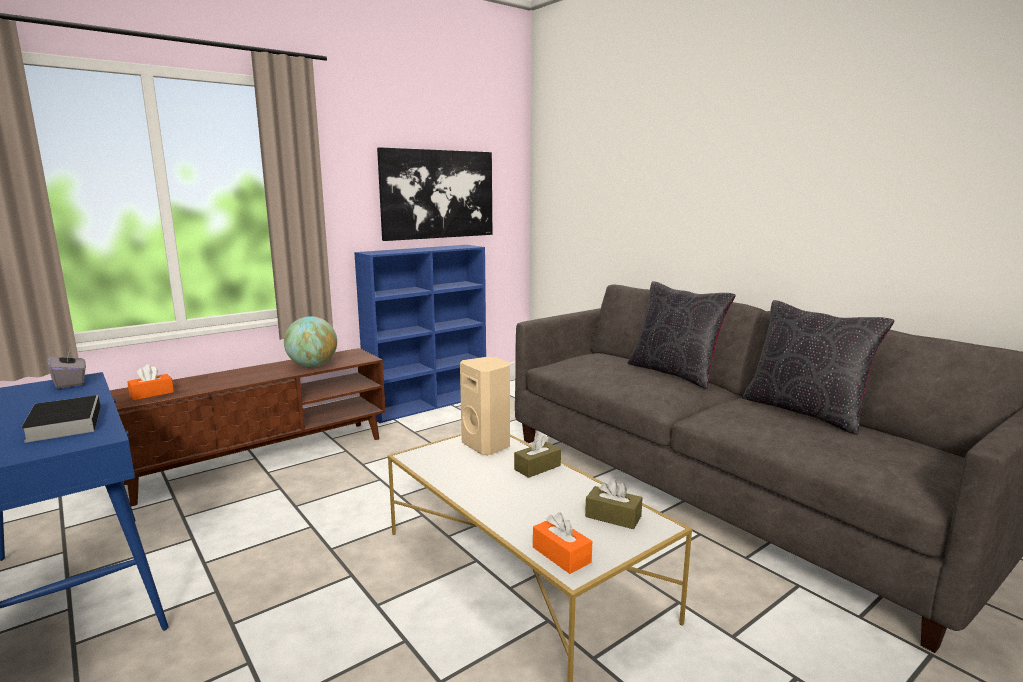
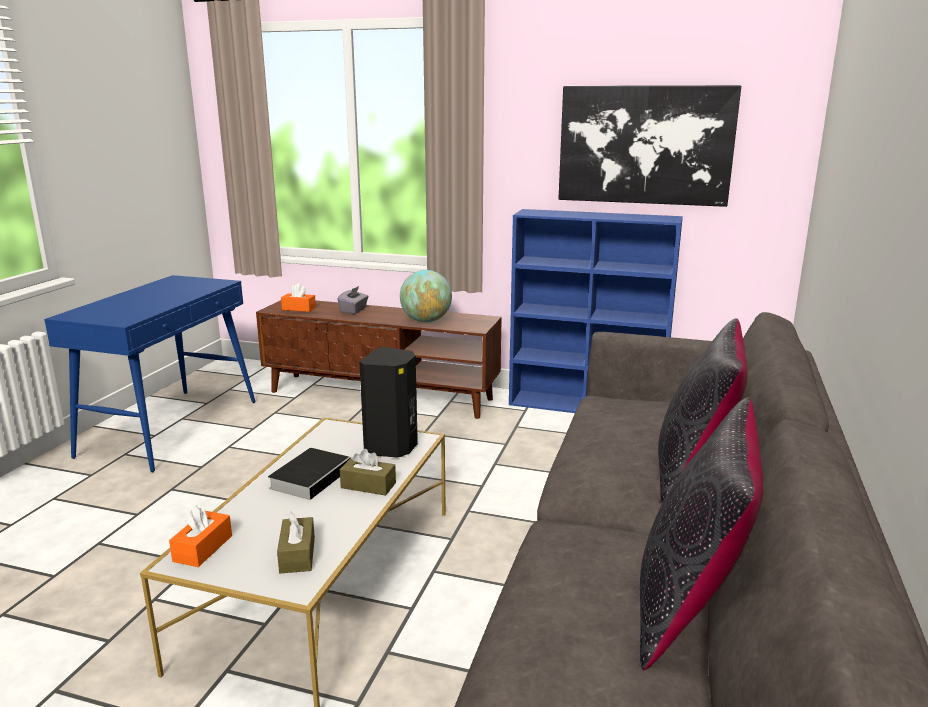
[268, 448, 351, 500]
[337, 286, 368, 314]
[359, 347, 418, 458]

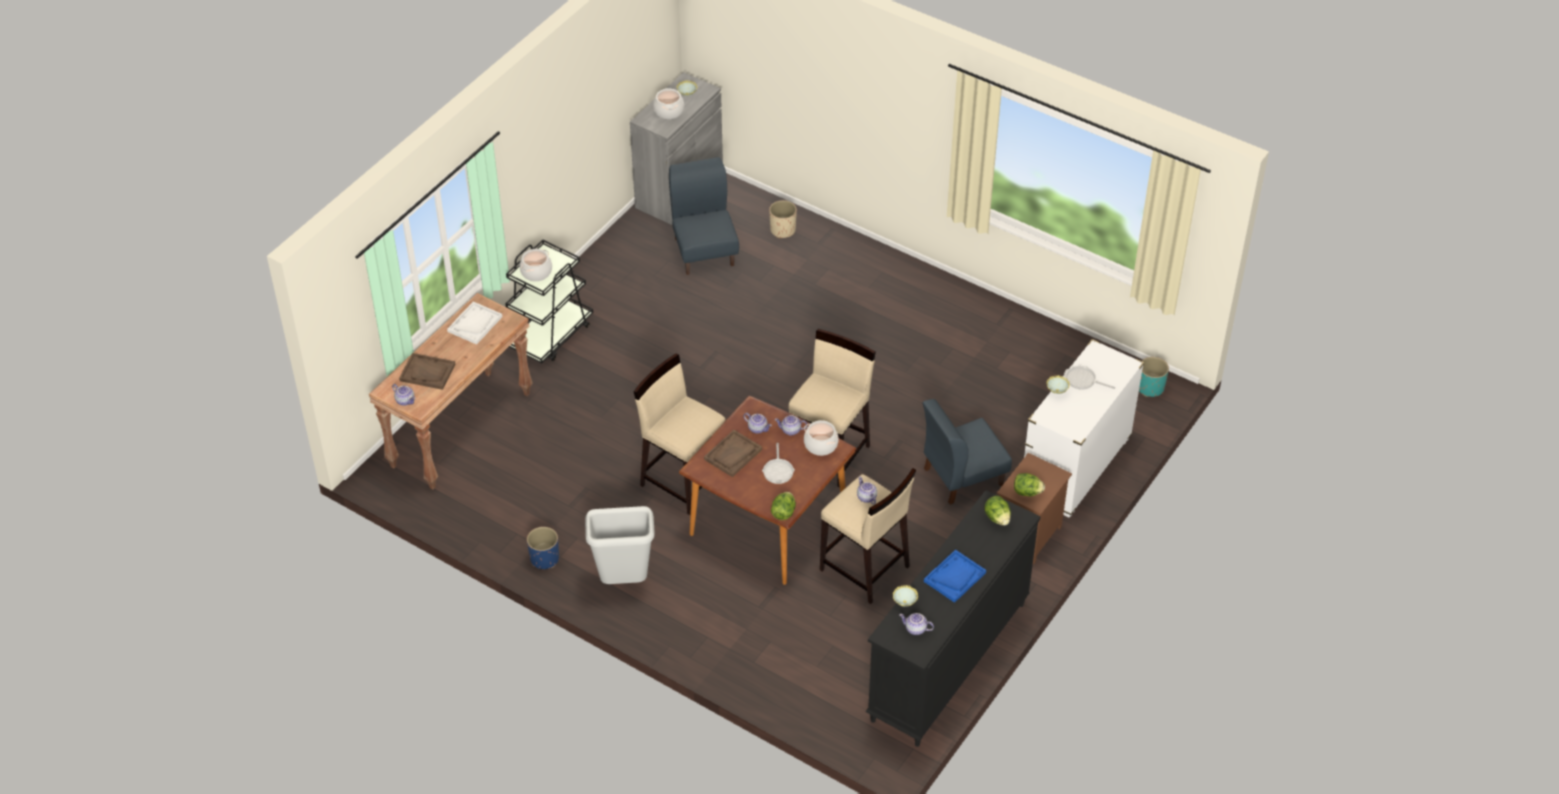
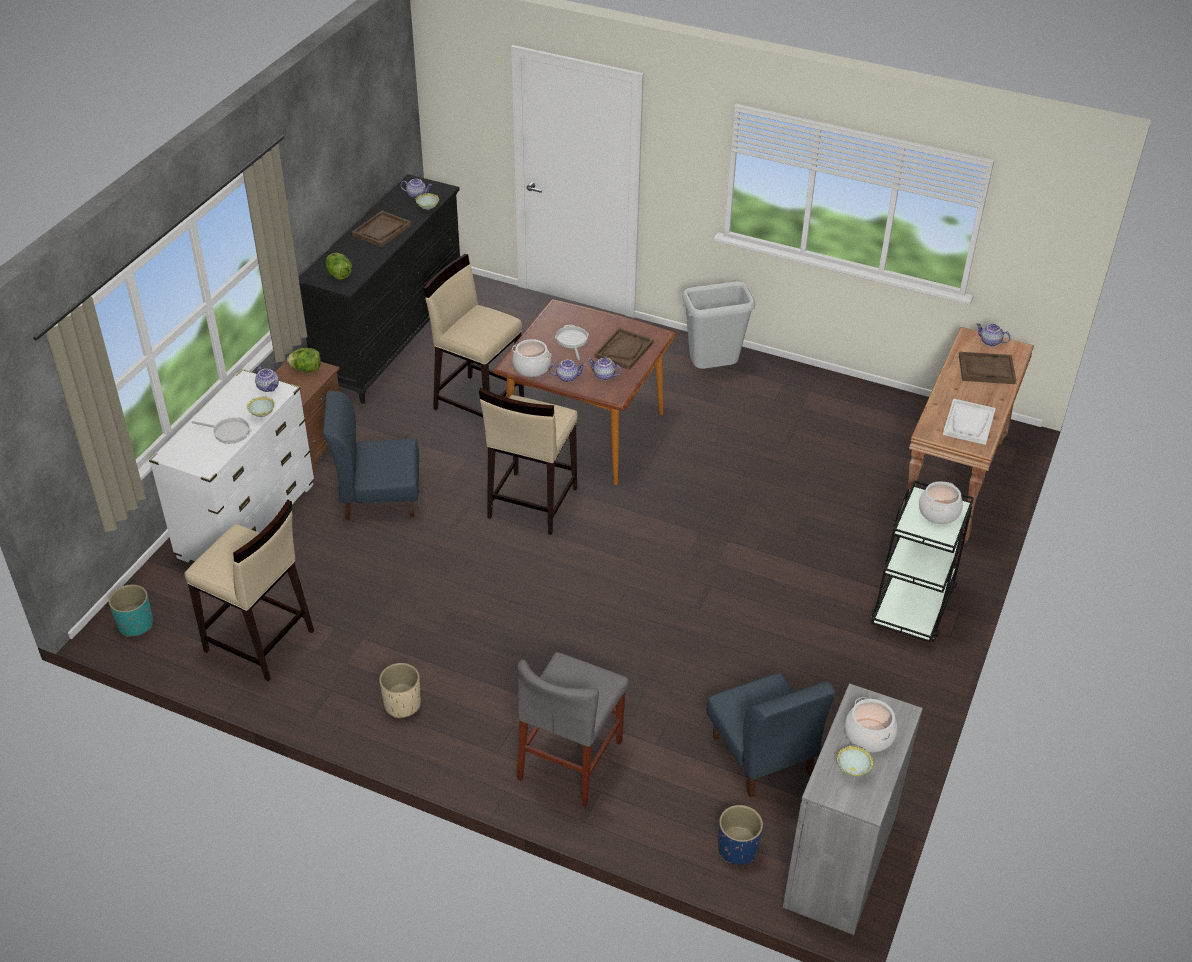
[184, 499, 314, 681]
[255, 366, 279, 392]
[323, 391, 419, 520]
[352, 211, 411, 247]
[379, 663, 421, 718]
[517, 652, 629, 807]
[718, 805, 763, 865]
[771, 492, 796, 520] (first image)

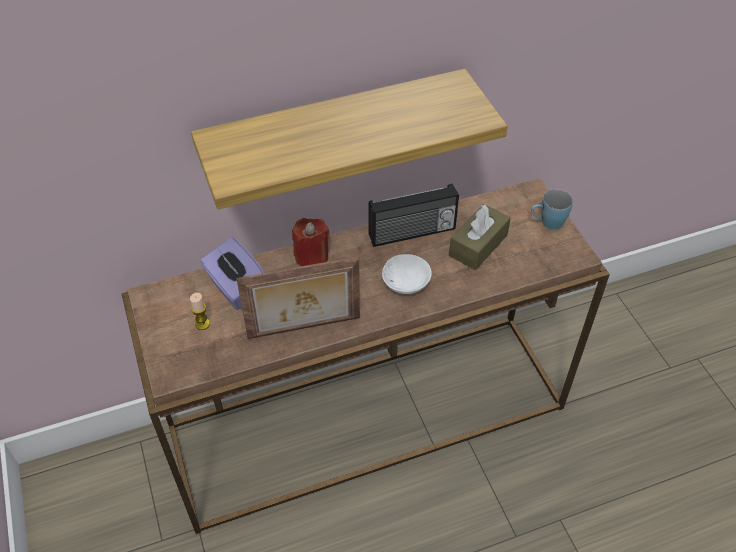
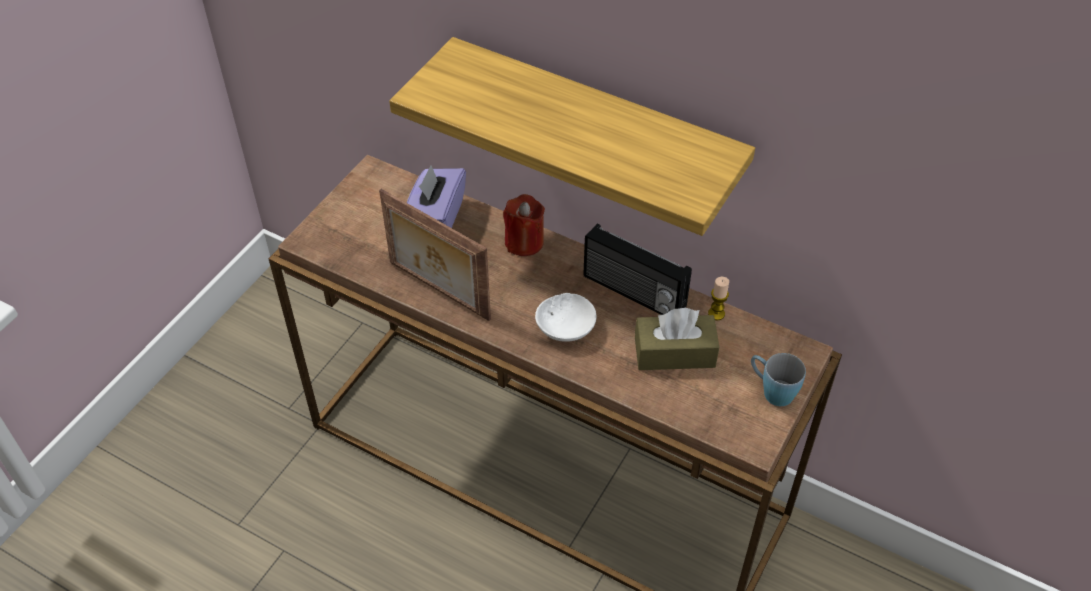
[708, 277, 729, 320]

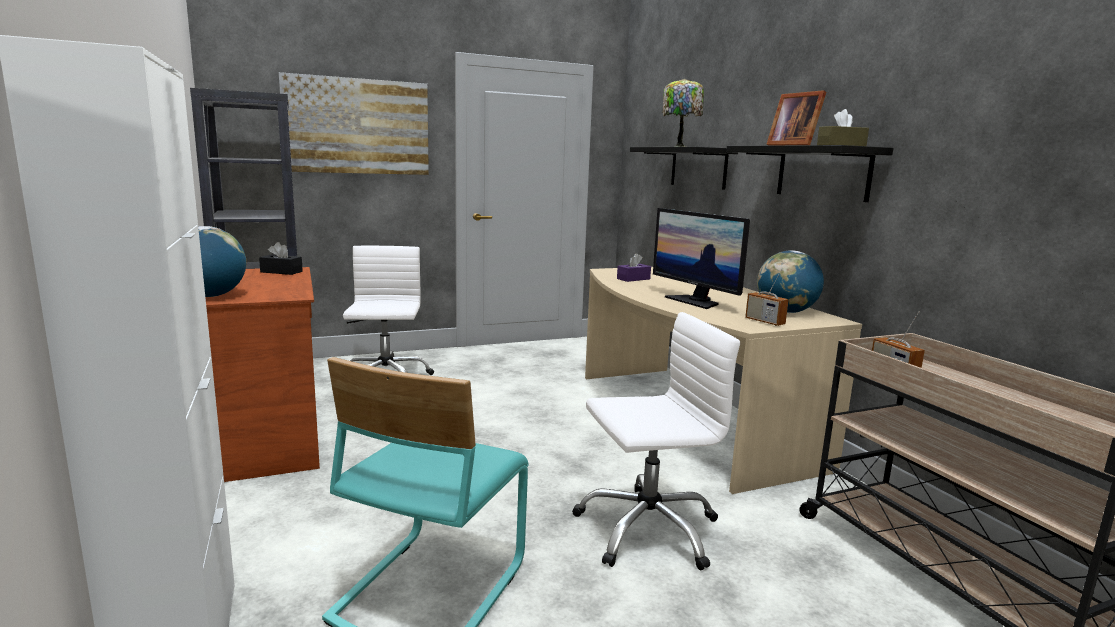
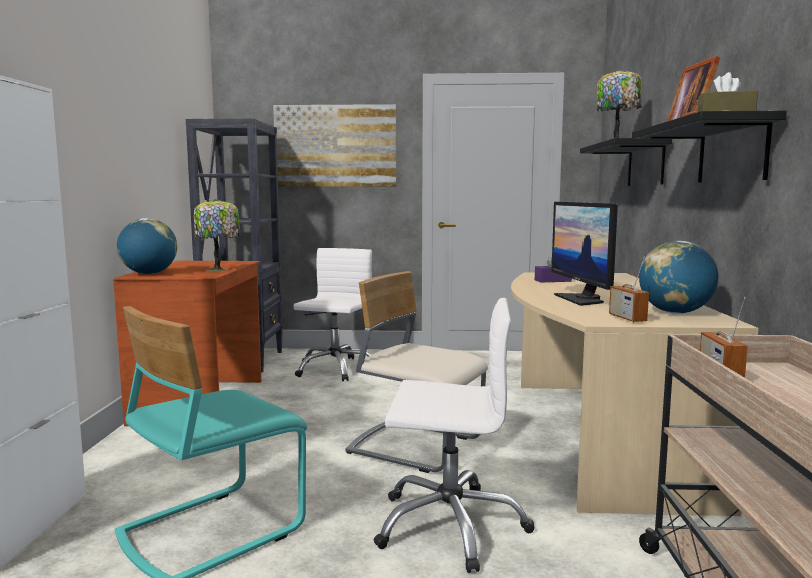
[194, 199, 241, 272]
[346, 271, 488, 473]
[259, 242, 303, 275] (first image)

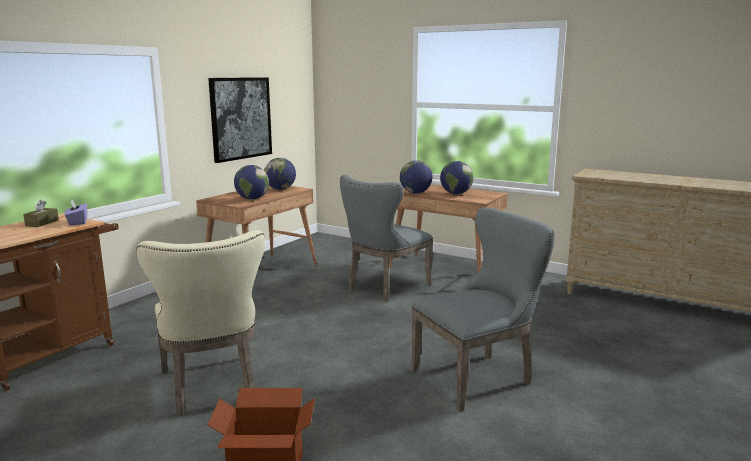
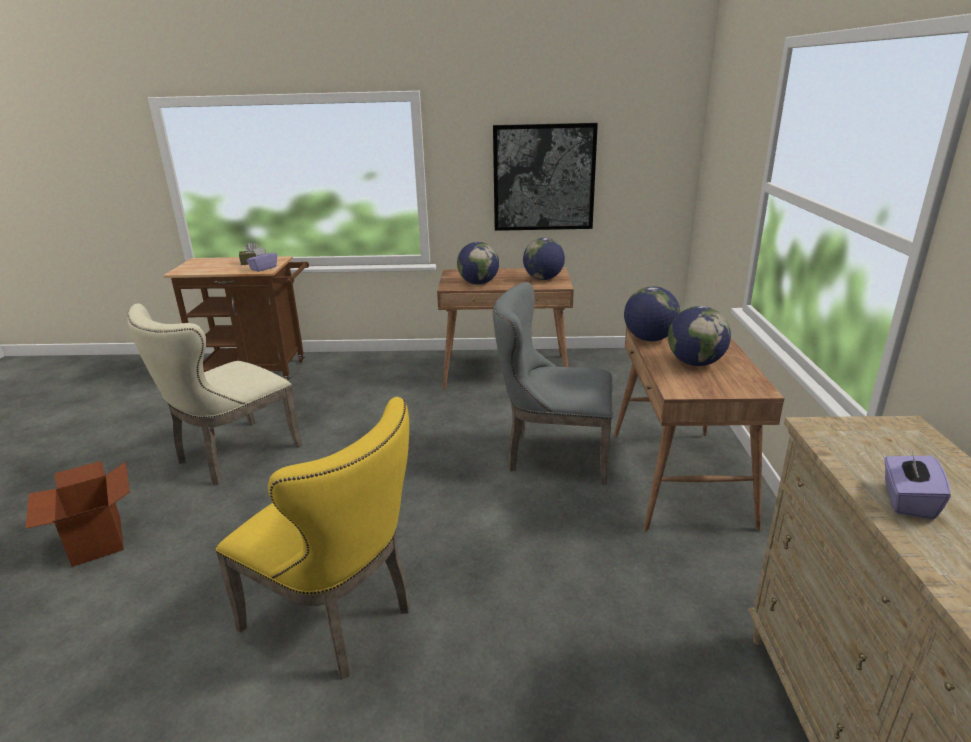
[216, 397, 410, 679]
[884, 446, 951, 520]

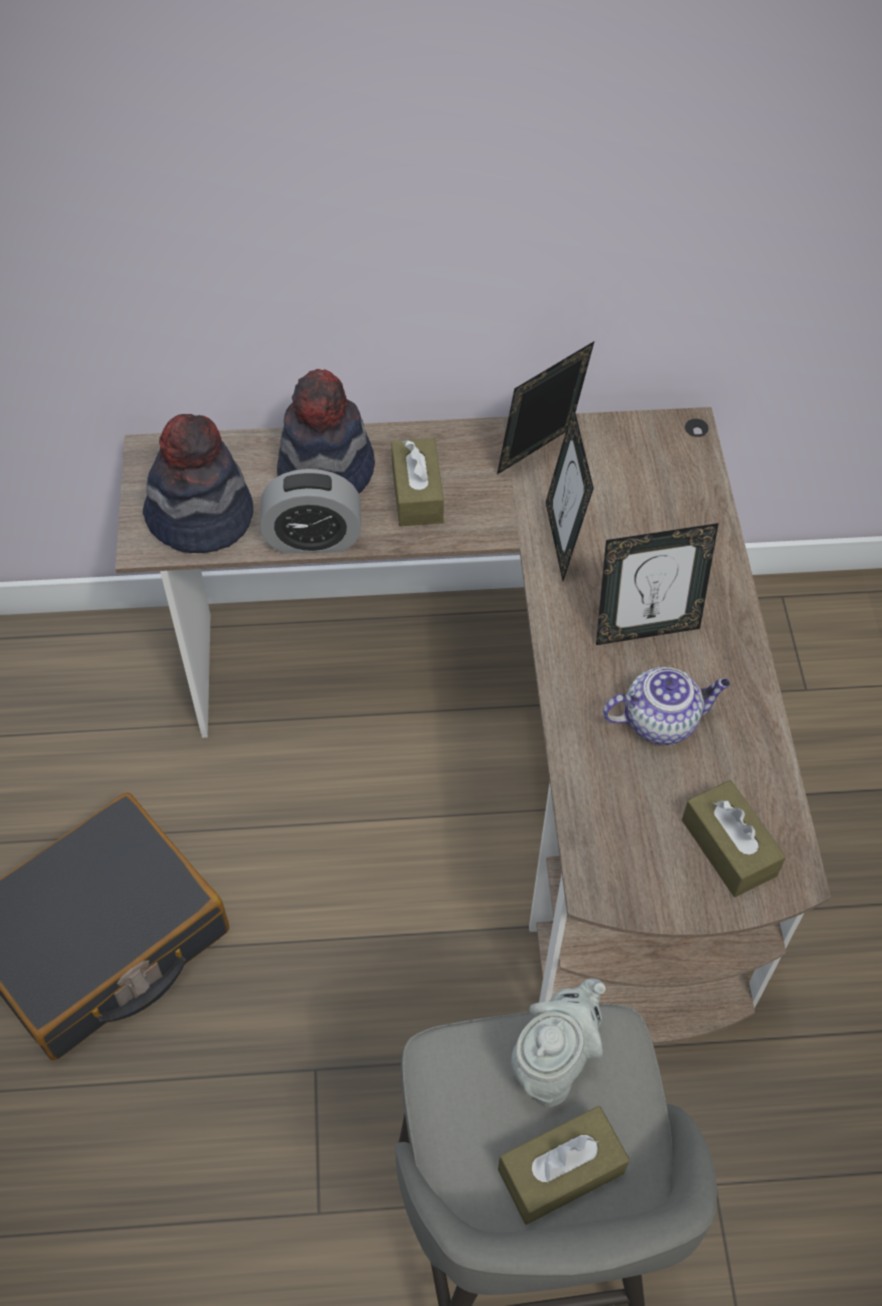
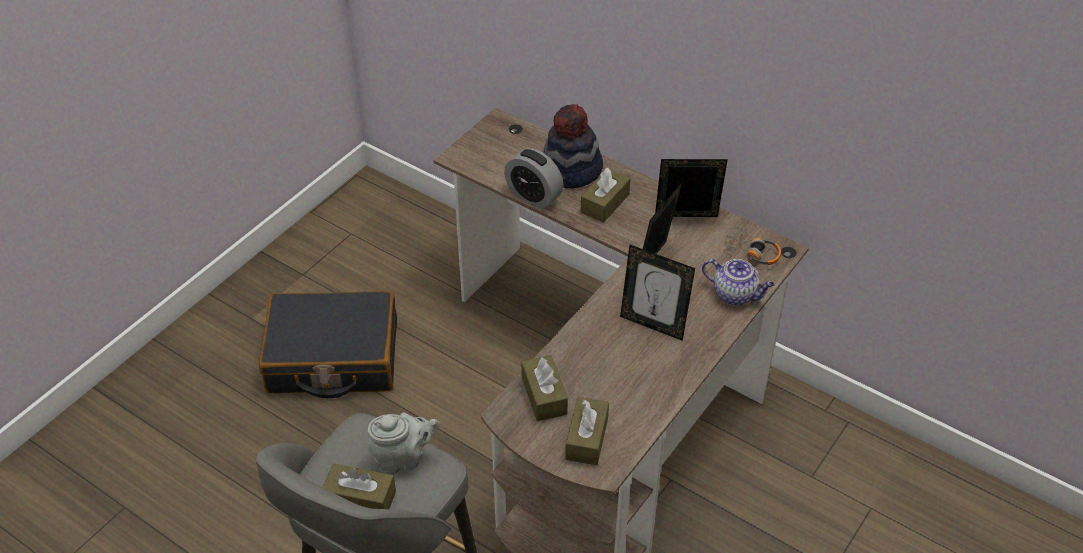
[521, 355, 568, 421]
[702, 259, 775, 305]
[724, 227, 781, 265]
[143, 414, 253, 553] (first image)

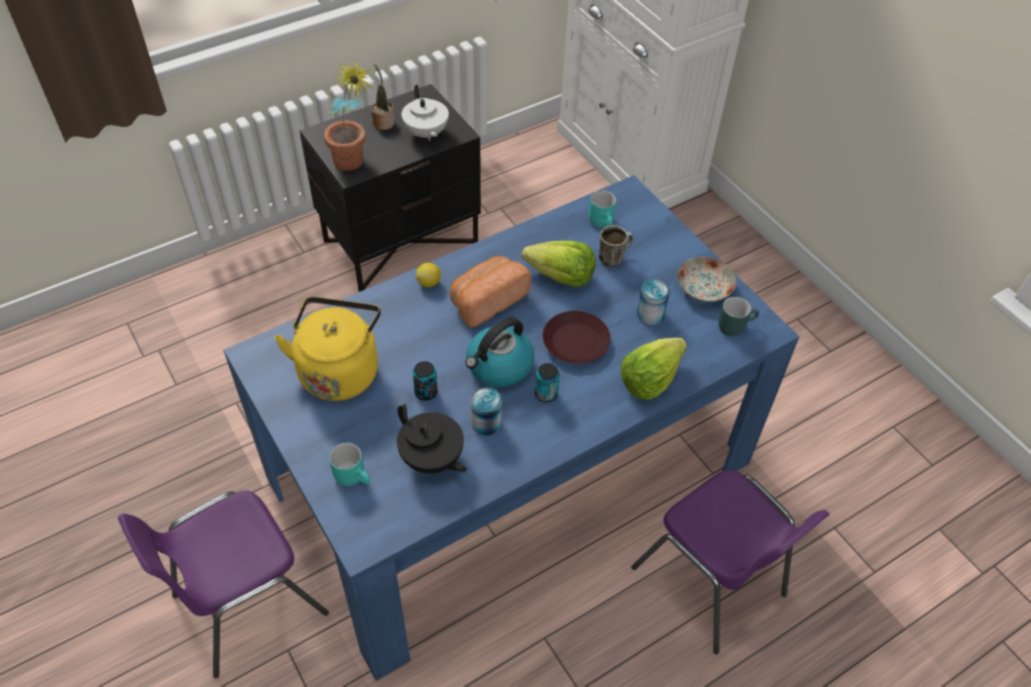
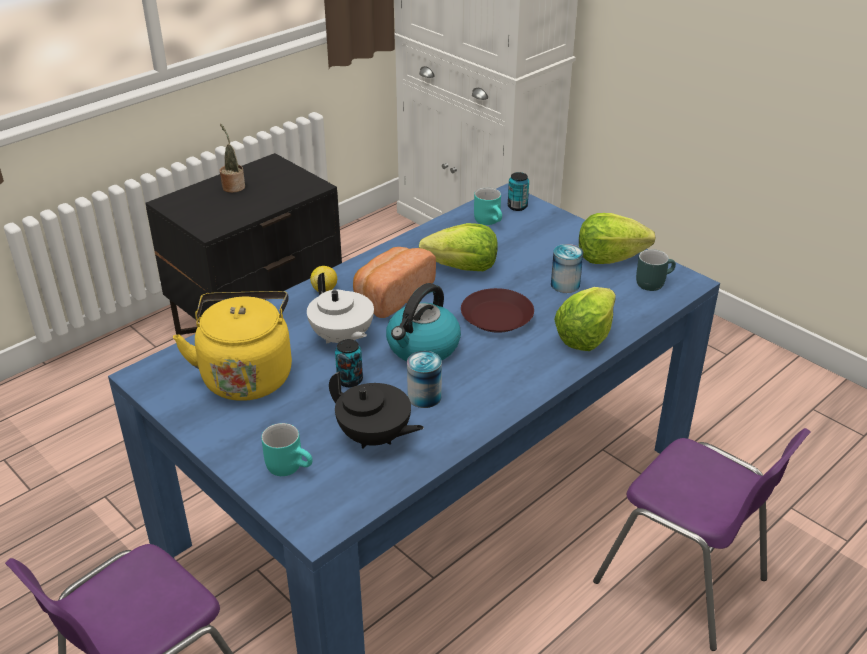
[307, 273, 374, 343]
[508, 172, 529, 211]
[579, 213, 655, 264]
[324, 61, 374, 171] (first image)
[599, 225, 633, 267] (first image)

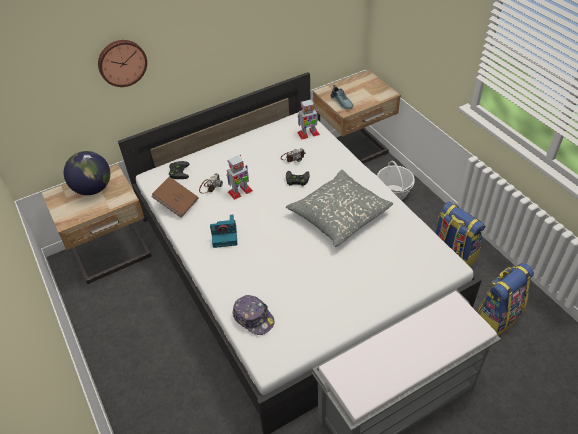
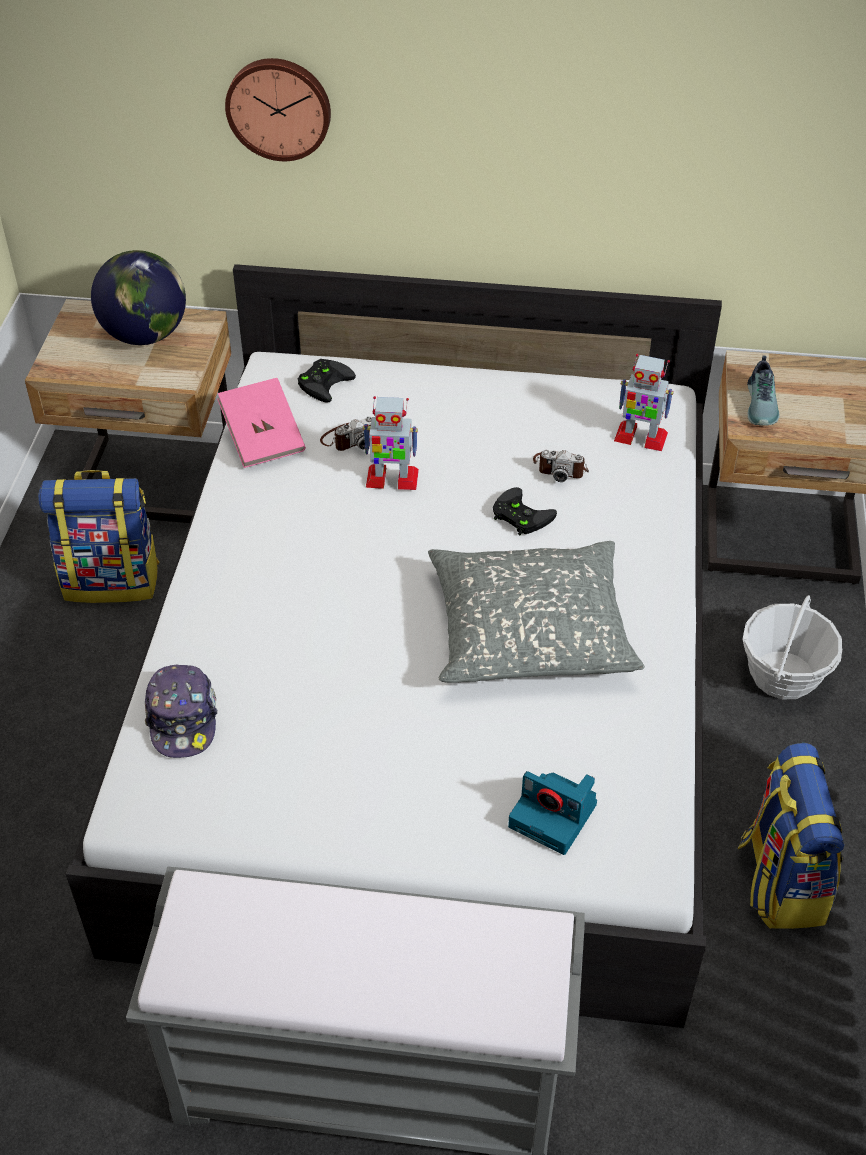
[38, 470, 160, 603]
[217, 378, 306, 468]
[508, 771, 597, 855]

